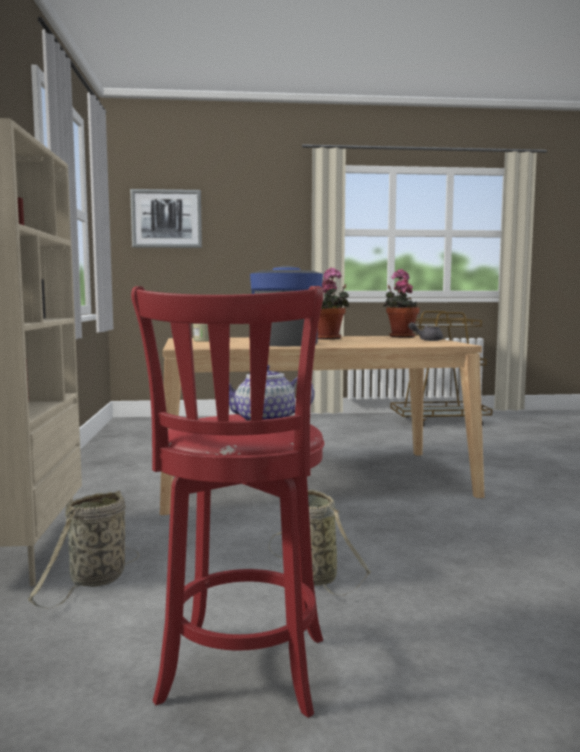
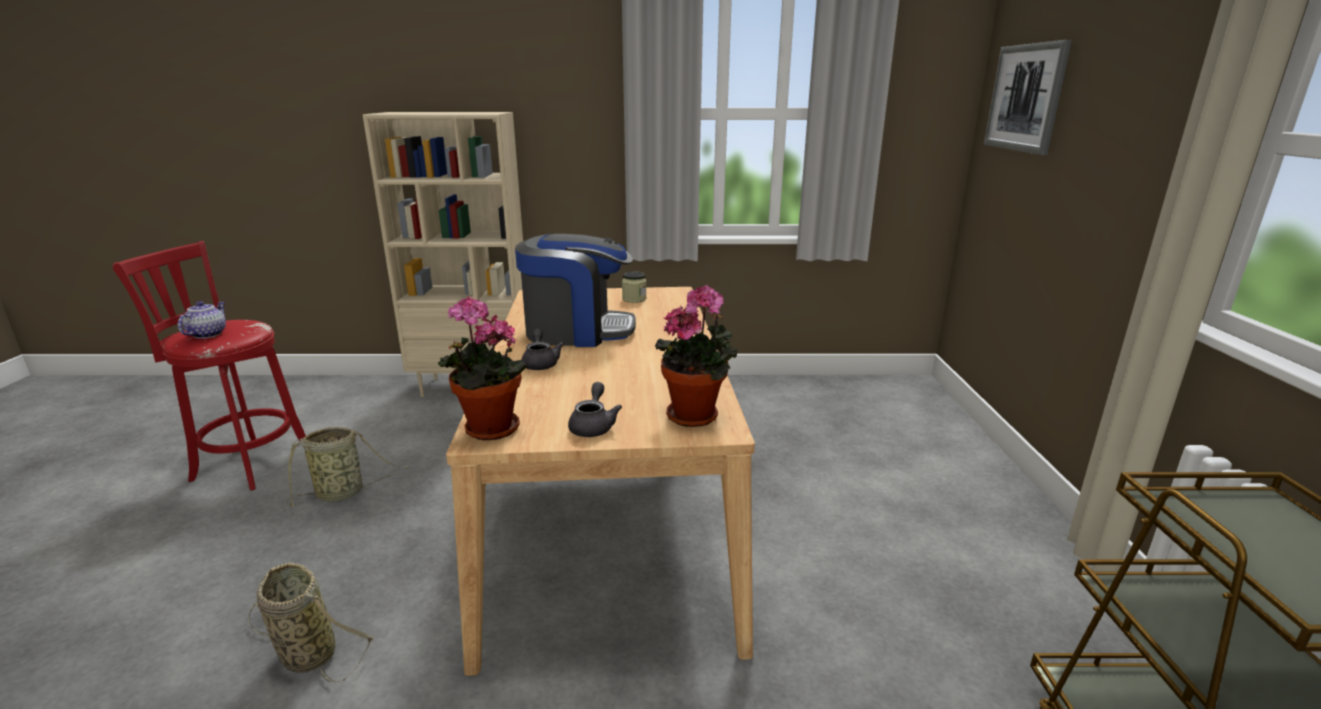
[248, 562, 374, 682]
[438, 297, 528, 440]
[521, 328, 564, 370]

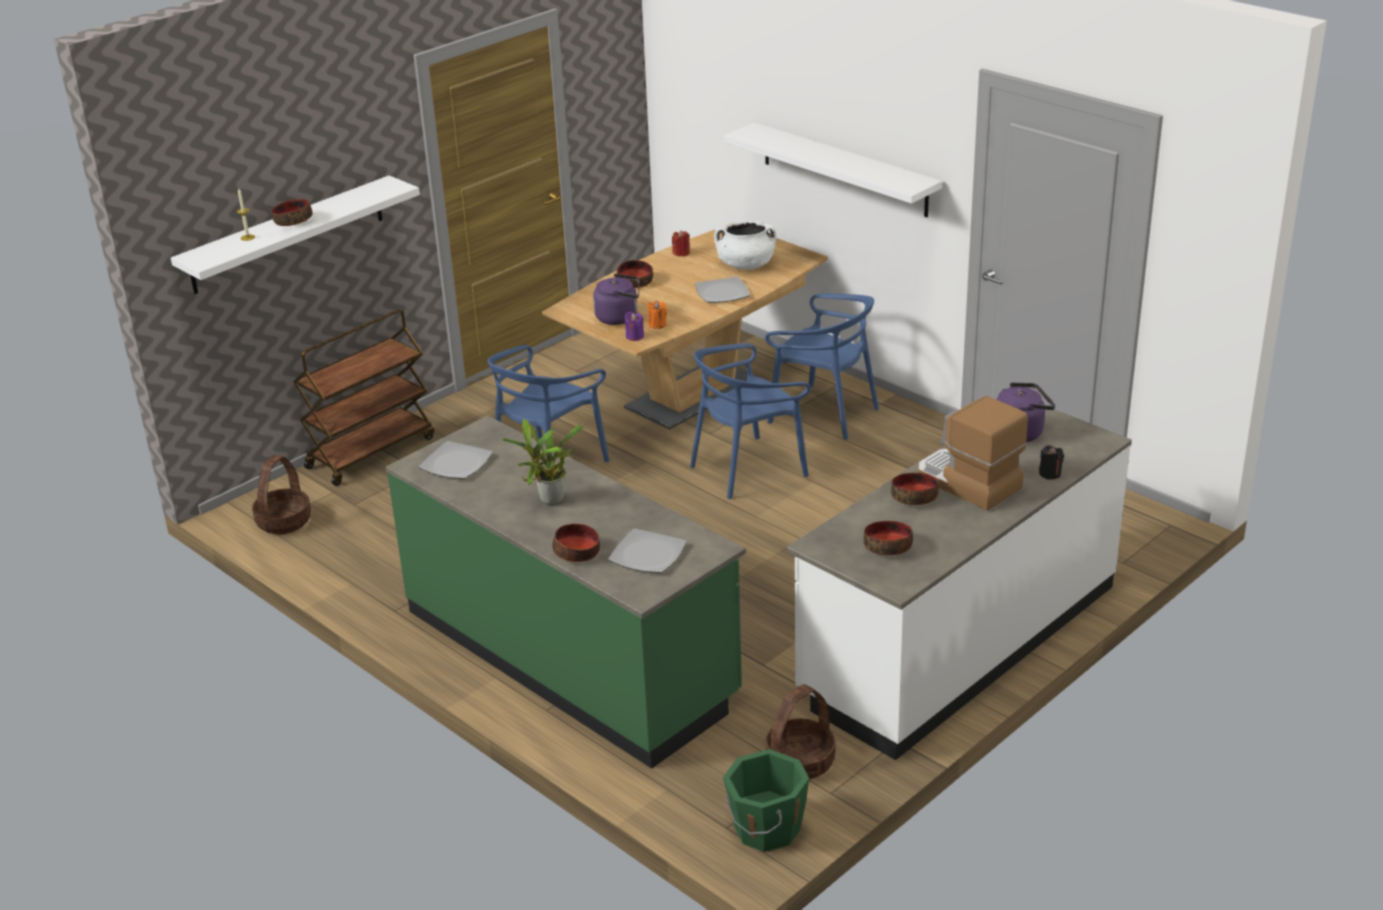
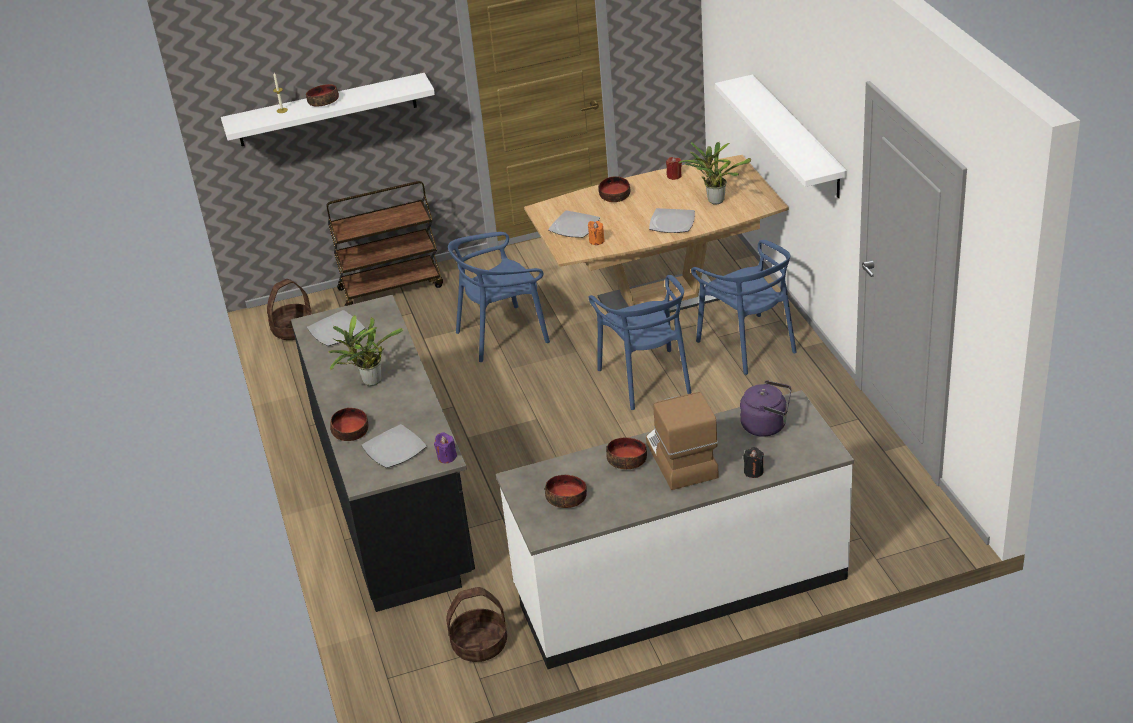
[291, 295, 475, 612]
[434, 432, 457, 463]
[548, 210, 600, 238]
[589, 275, 691, 410]
[679, 142, 751, 205]
[723, 749, 809, 852] (first image)

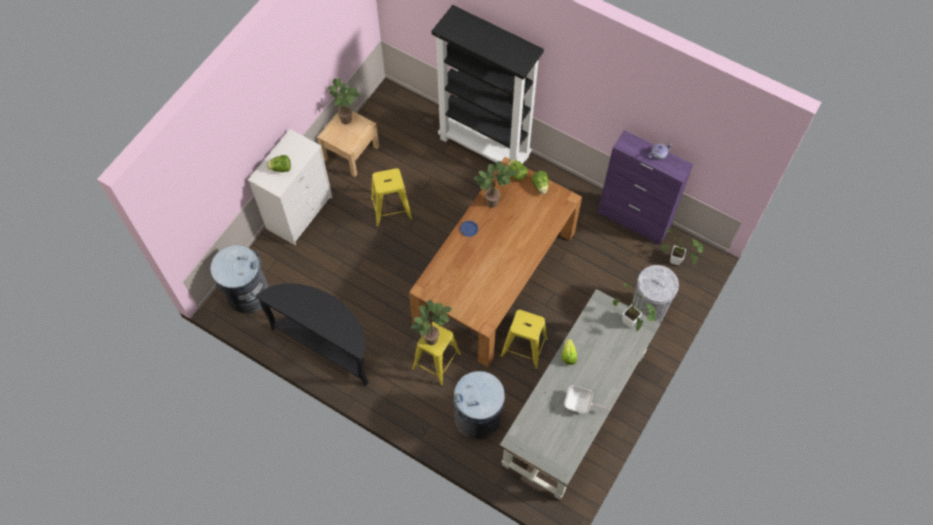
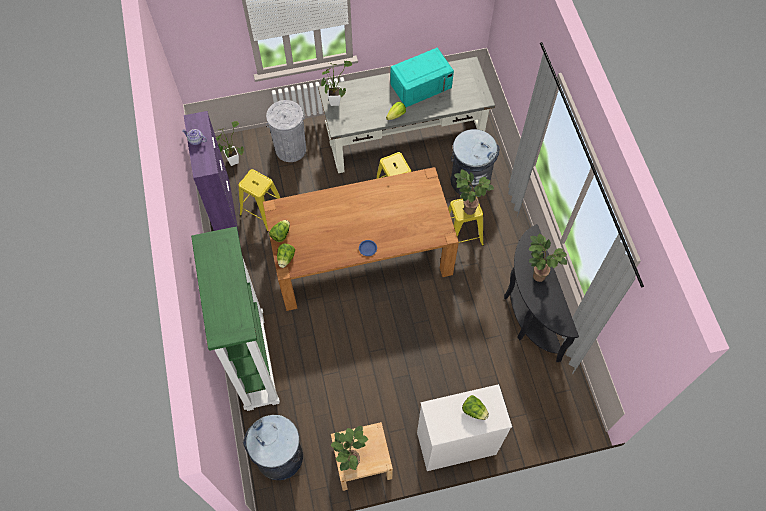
[191, 227, 280, 411]
[239, 169, 280, 232]
[243, 415, 303, 480]
[390, 48, 454, 107]
[529, 233, 567, 282]

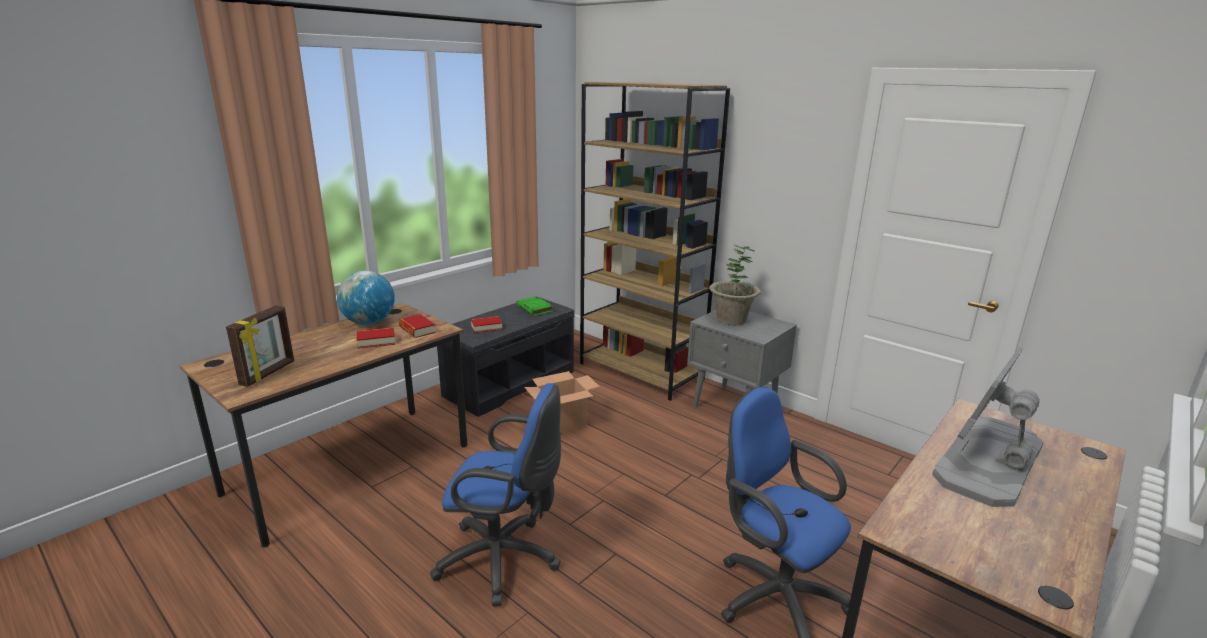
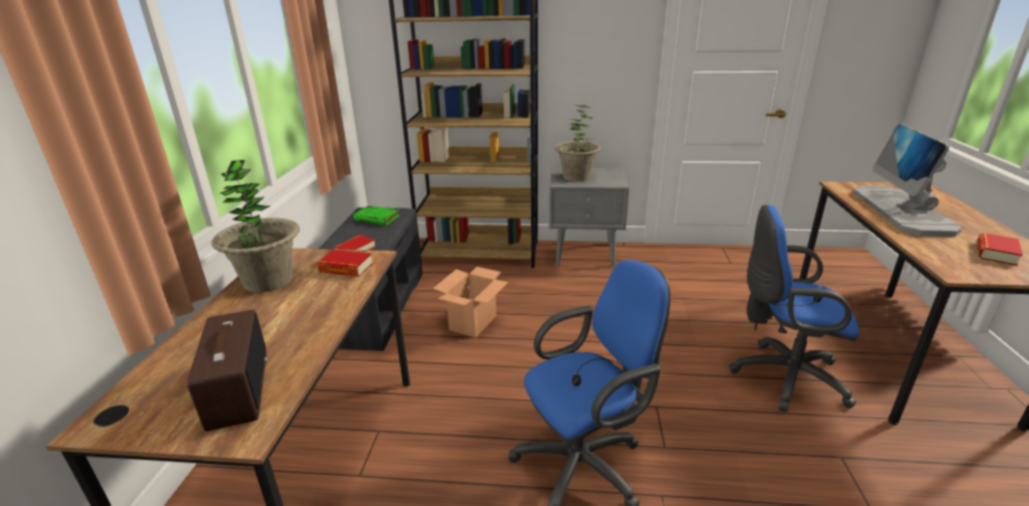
[187, 310, 268, 431]
[211, 160, 300, 292]
[977, 233, 1023, 266]

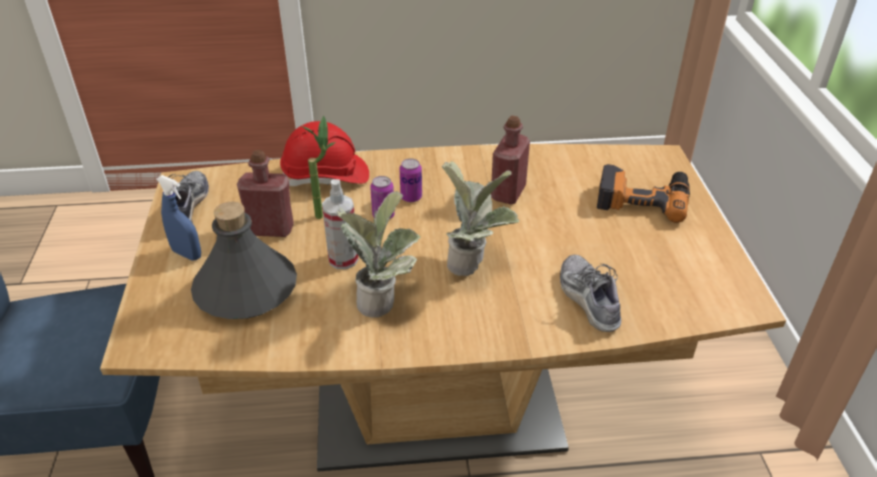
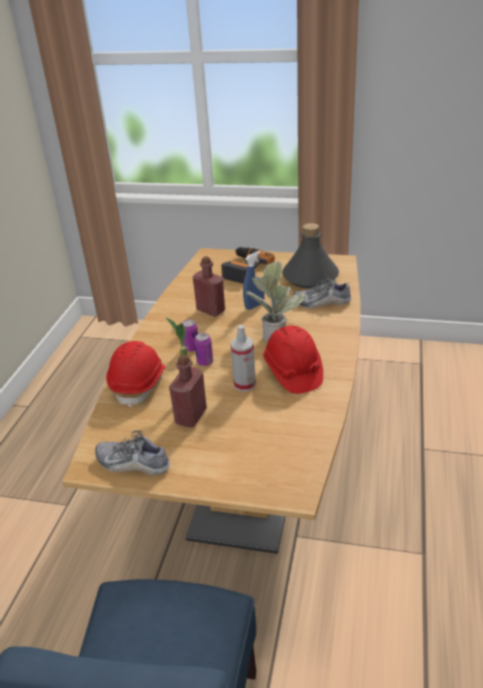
[243, 251, 264, 310]
[263, 326, 323, 394]
[282, 223, 339, 288]

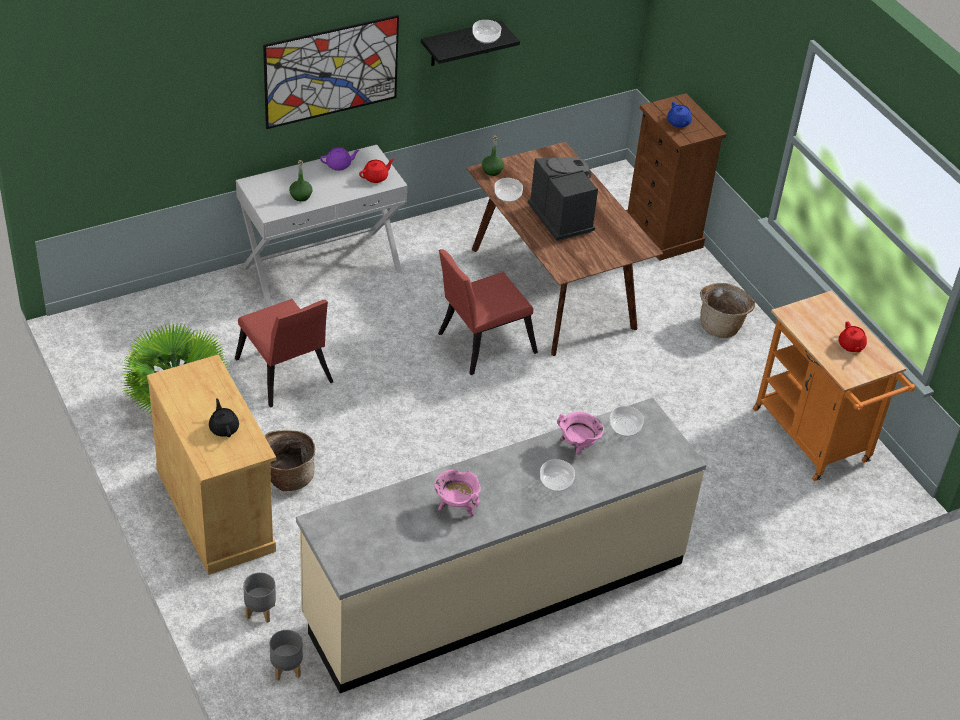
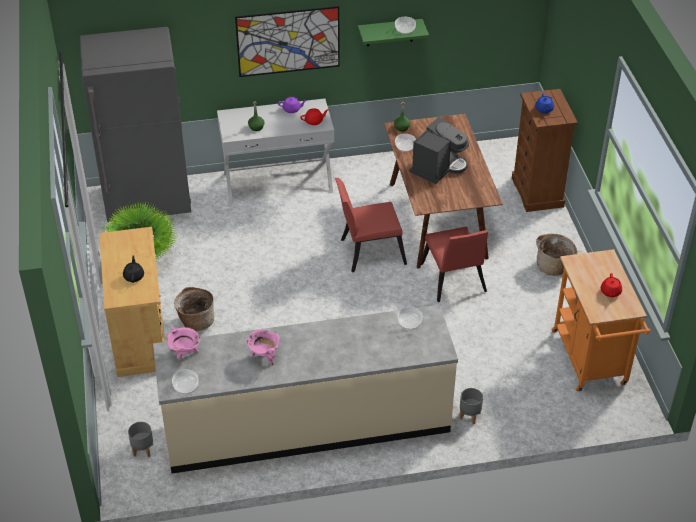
[79, 27, 191, 222]
[168, 327, 200, 359]
[172, 369, 198, 394]
[358, 19, 429, 46]
[409, 117, 469, 184]
[421, 226, 488, 302]
[459, 388, 483, 424]

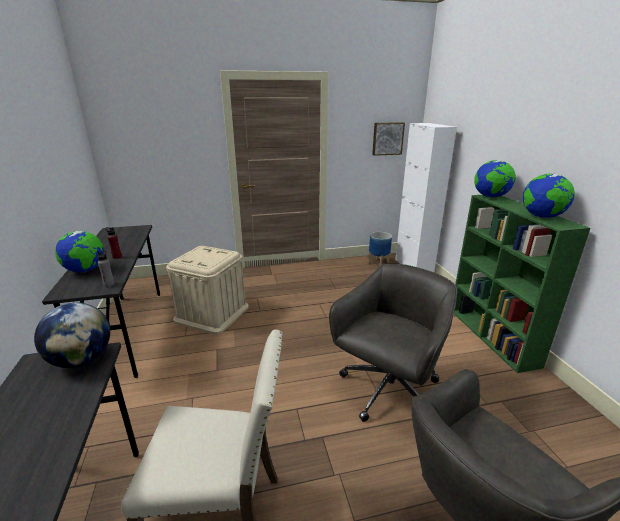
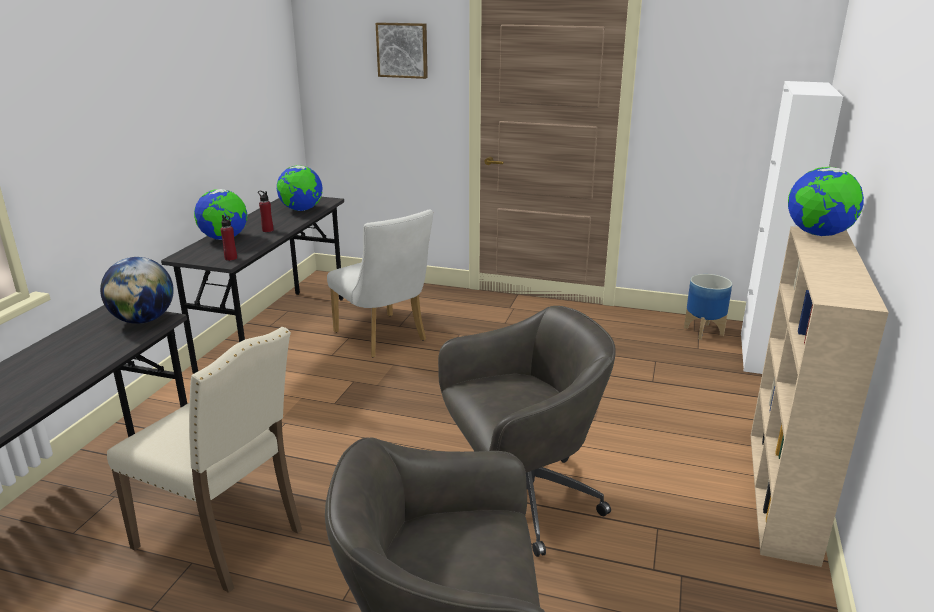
[220, 215, 237, 261]
[277, 165, 323, 211]
[327, 210, 433, 357]
[376, 22, 428, 79]
[751, 226, 889, 567]

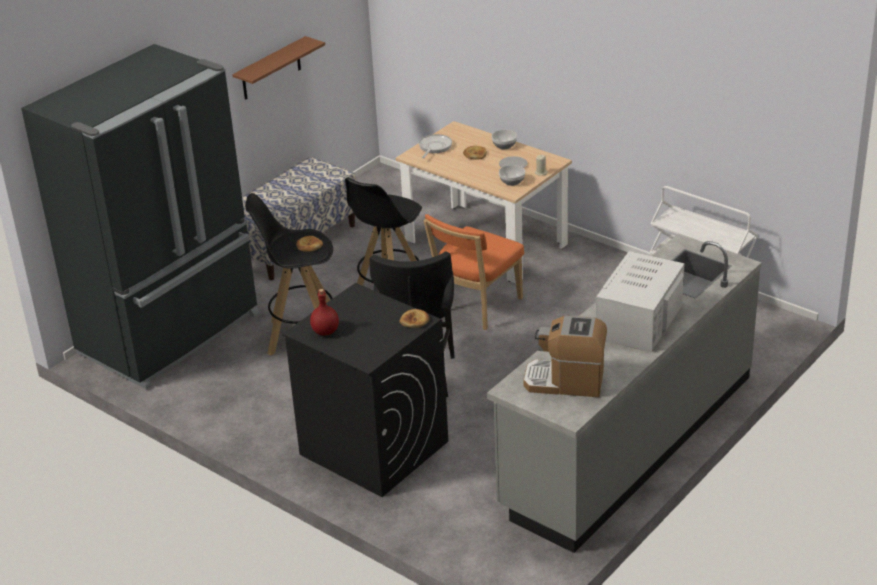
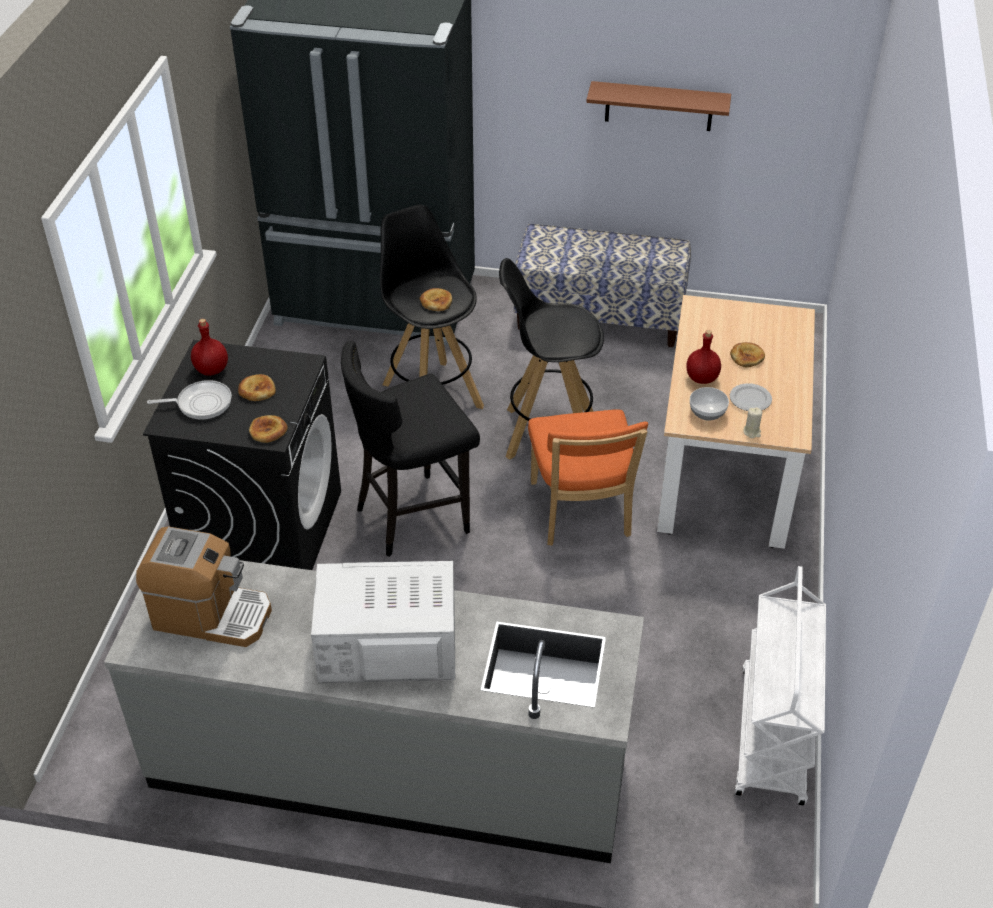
[136, 527, 272, 647]
[147, 380, 232, 420]
[238, 374, 276, 401]
[528, 409, 648, 546]
[686, 330, 721, 384]
[492, 130, 517, 149] (first image)

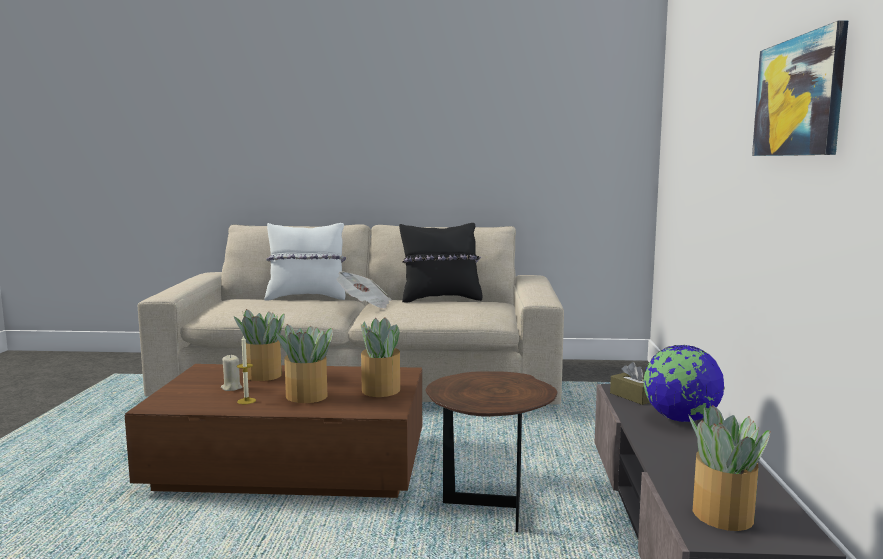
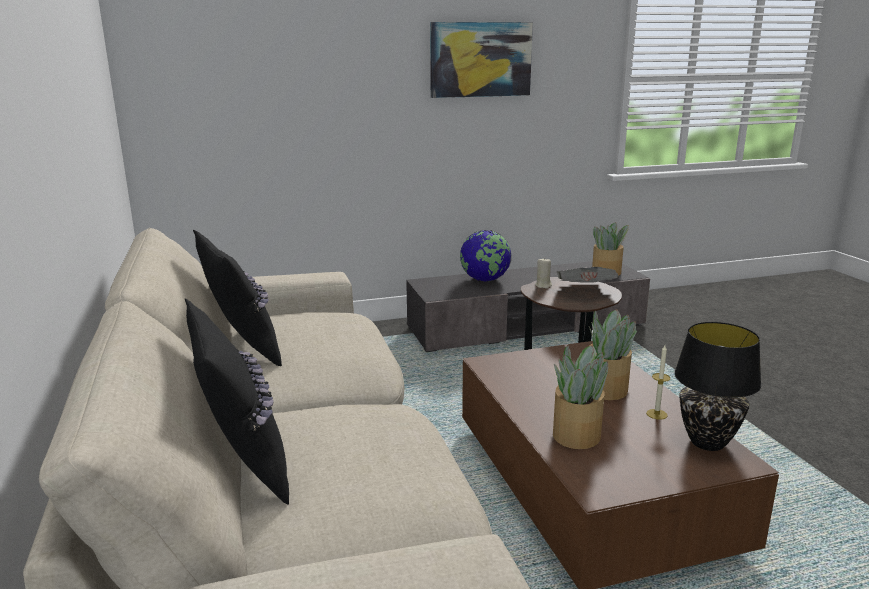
[185, 298, 289, 505]
[535, 259, 552, 289]
[557, 267, 619, 283]
[674, 322, 761, 451]
[361, 317, 401, 397] (first image)
[610, 362, 650, 405] (first image)

